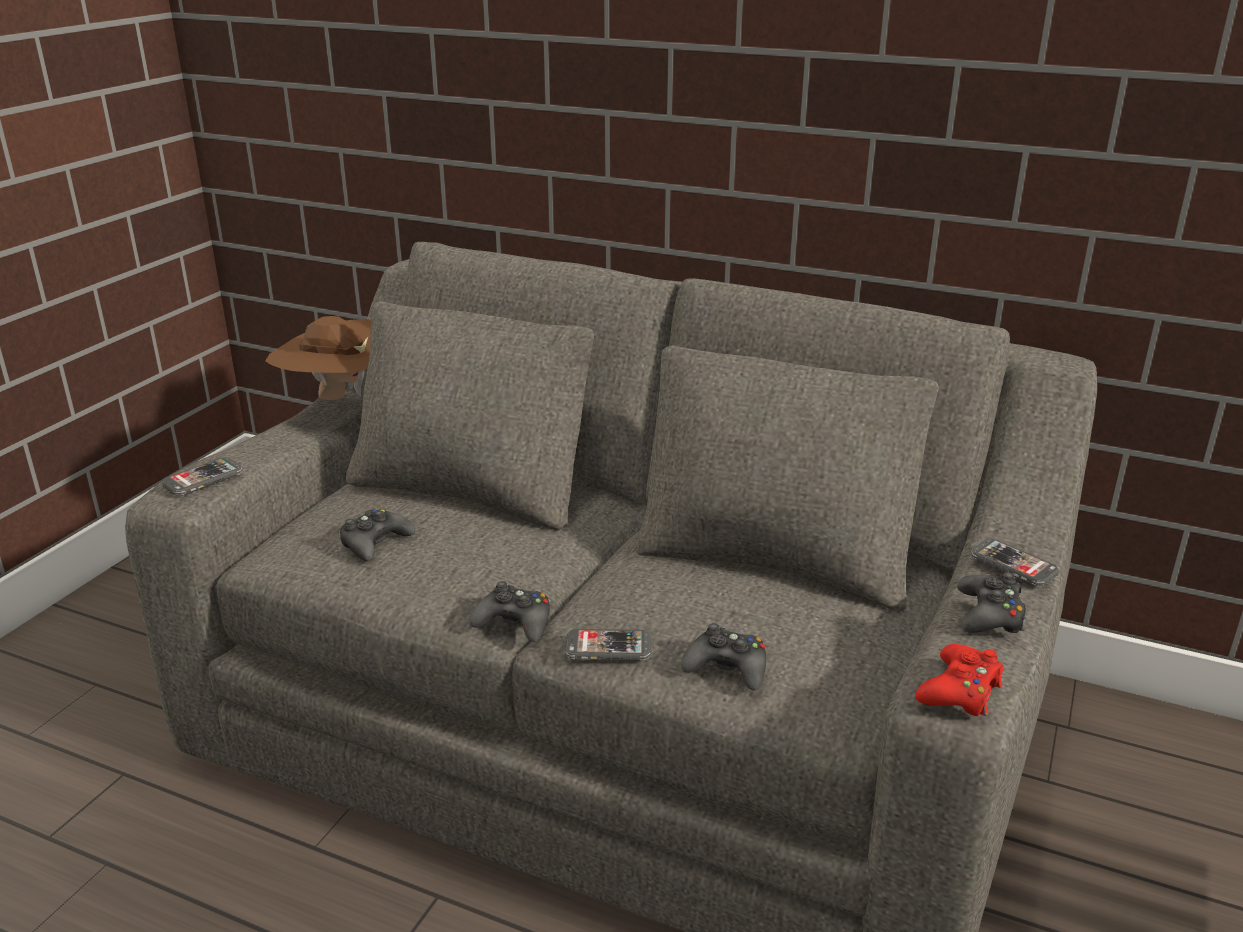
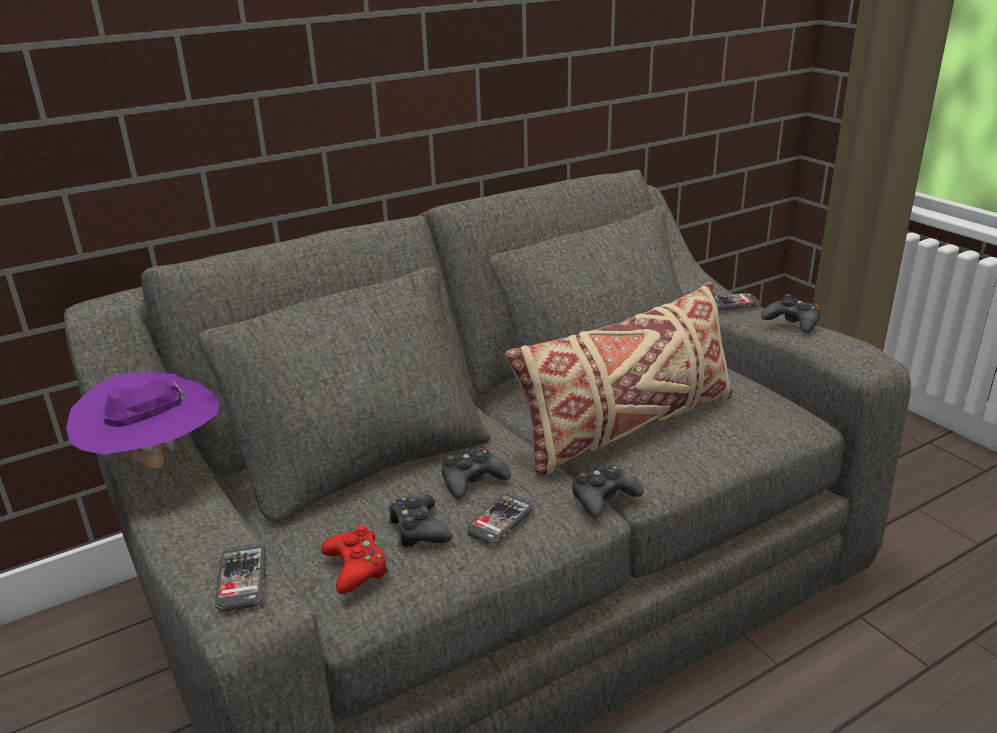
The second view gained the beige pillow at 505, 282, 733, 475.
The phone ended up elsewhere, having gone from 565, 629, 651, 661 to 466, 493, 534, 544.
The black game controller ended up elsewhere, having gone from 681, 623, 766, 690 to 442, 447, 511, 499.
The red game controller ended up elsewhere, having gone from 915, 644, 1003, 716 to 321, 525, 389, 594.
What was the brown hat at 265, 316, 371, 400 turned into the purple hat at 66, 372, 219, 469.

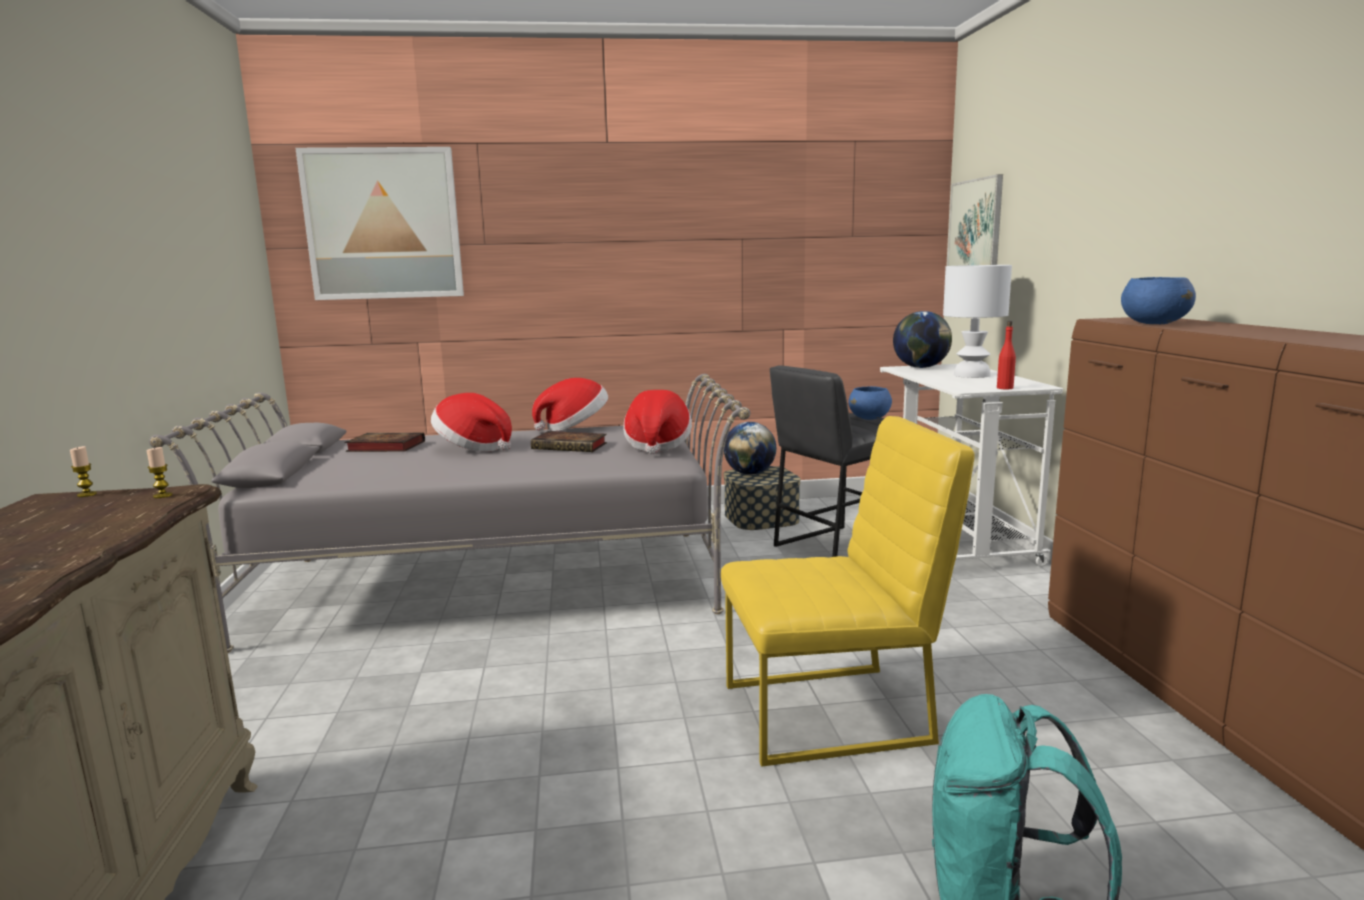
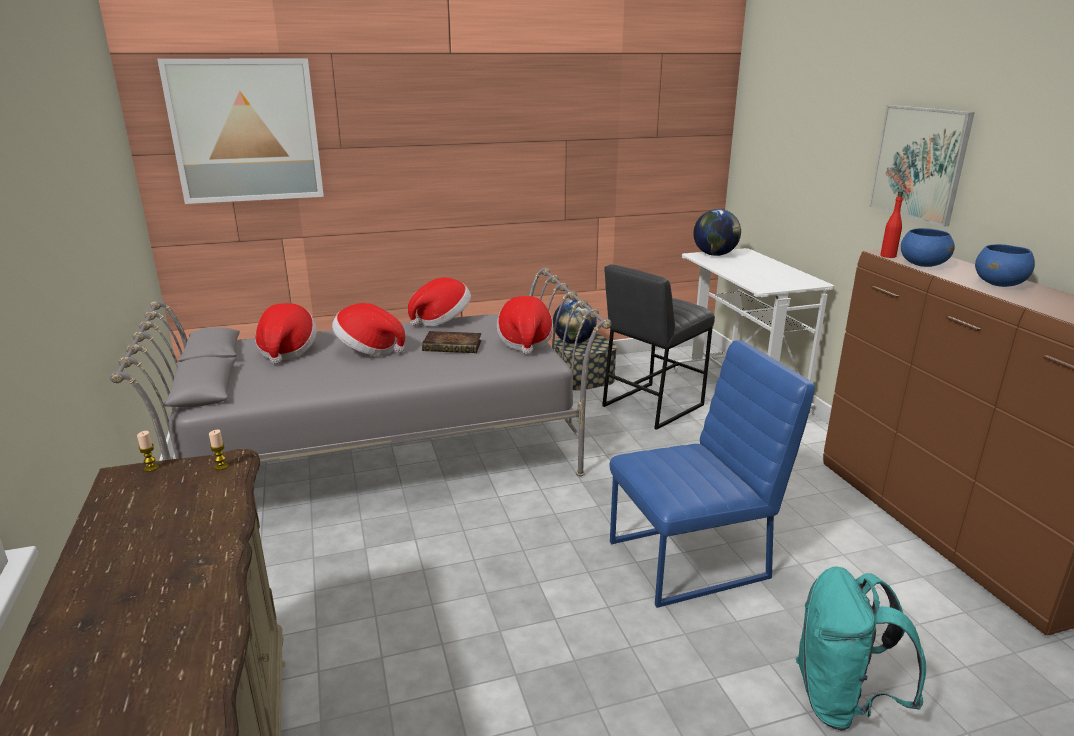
The second view lost the white table lamp at 943, 265, 1012, 378.
The blue bowl ended up elsewhere, having gone from 848, 386, 892, 420 to 975, 244, 1035, 287.
The picture ended up elsewhere, having gone from 947, 174, 1003, 266 to 869, 105, 975, 227.
The red bottle ended up elsewhere, having gone from 997, 321, 1016, 389 to 880, 191, 903, 258.
Where the book stood at 345, 433, 425, 452, the hat came to stand at 255, 303, 317, 364.
What was the yellow chair at 721, 416, 975, 766 turned into the blue chair at 610, 340, 815, 608.

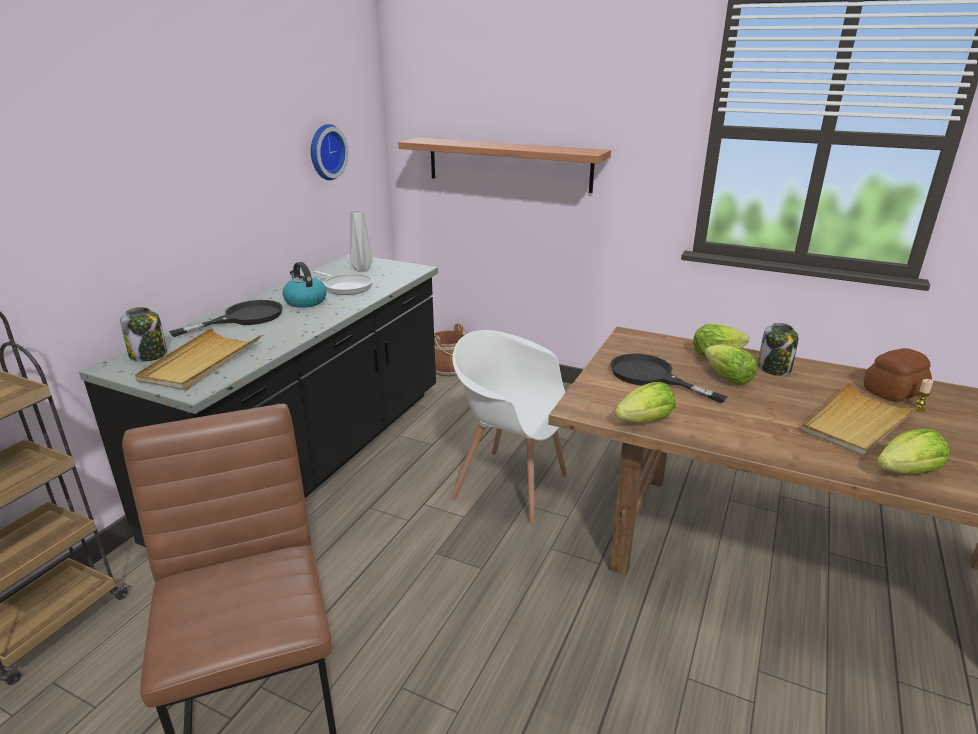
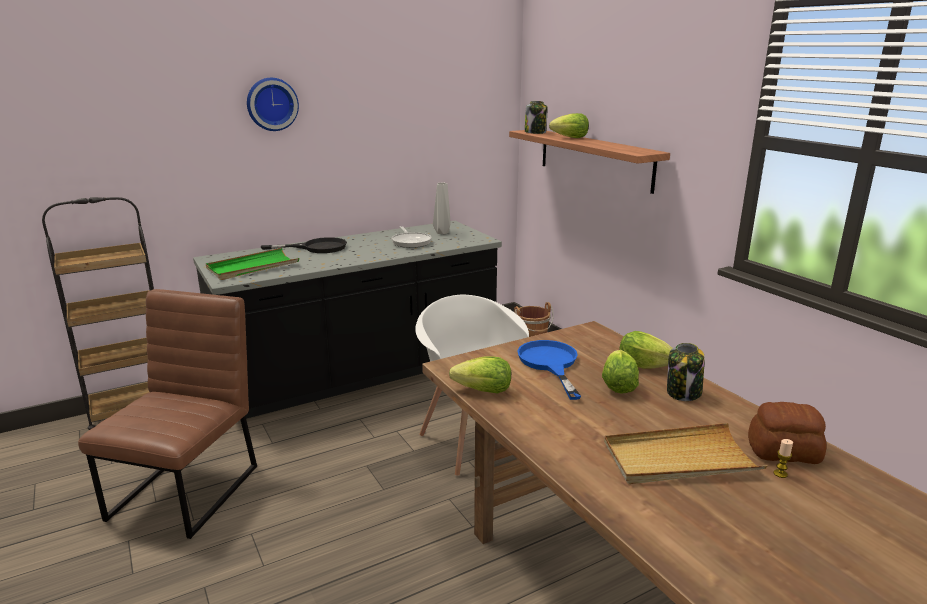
The second view lost the kettle at 283, 262, 327, 308.
The jar ended up elsewhere, having gone from 120, 307, 167, 361 to 525, 101, 547, 134.
The wall clock ended up elsewhere, having gone from 311, 124, 349, 180 to 247, 78, 299, 131.
The lettuce ended up elsewhere, having gone from 877, 429, 950, 474 to 549, 113, 589, 138.
What was the beige tray at 135, 328, 261, 390 turned into the green tray at 206, 248, 299, 280.
What was the black frying pan at 610, 354, 727, 403 turned into the blue frying pan at 517, 340, 581, 400.

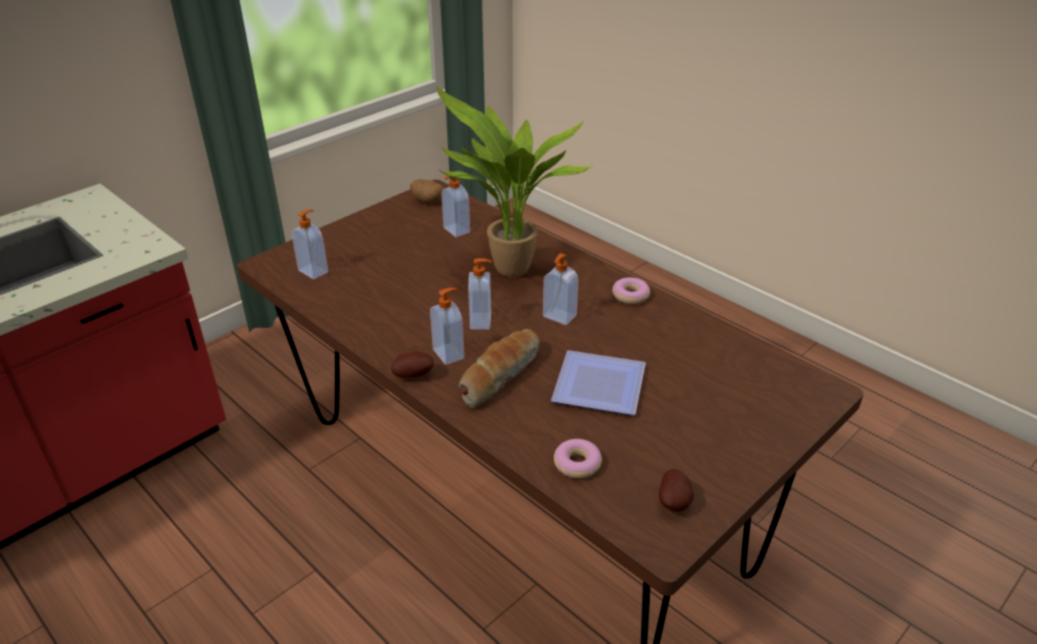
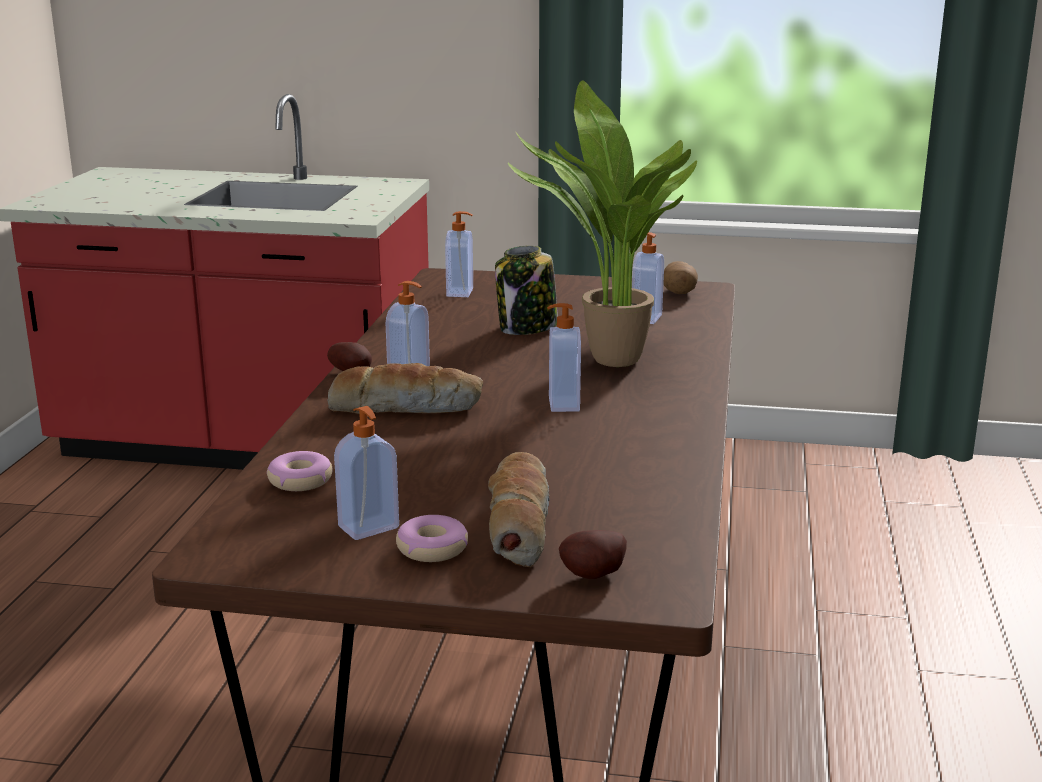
The second view lost the plate at 551, 350, 646, 415.
The second view gained the bread at 488, 452, 550, 567.
The second view gained the jar at 495, 246, 558, 335.
The soap dispenser ended up elsewhere, having gone from 468, 258, 492, 330 to 334, 406, 399, 540.
The donut ended up elsewhere, having gone from 612, 277, 650, 304 to 396, 515, 468, 562.
The potato ended up elsewhere, having gone from 659, 469, 694, 512 to 559, 530, 627, 579.

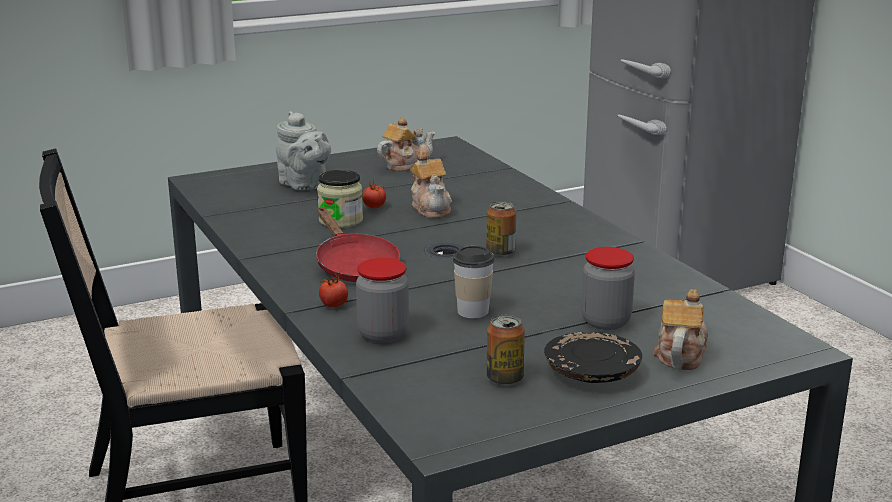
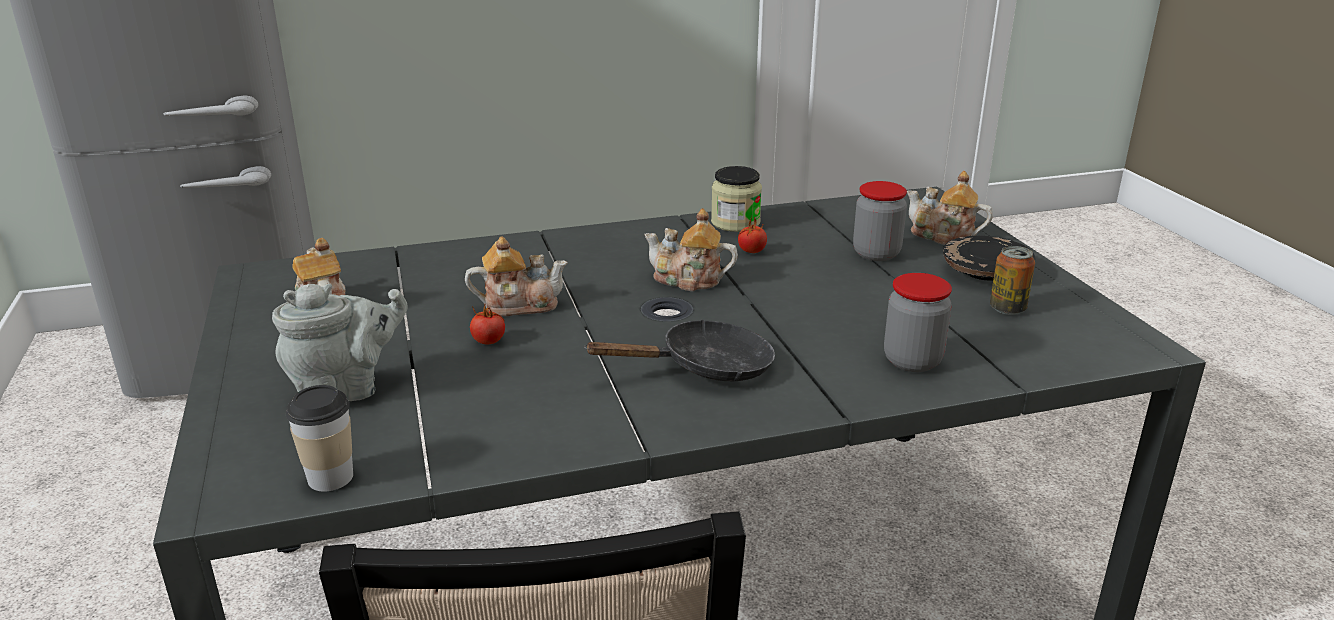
The jar ended up elsewhere, having gone from 317, 170, 363, 228 to 711, 166, 762, 232.
The tomato ended up elsewhere, having gone from 319, 271, 348, 308 to 738, 216, 767, 253.
The cup ended up elsewhere, having gone from 453, 246, 494, 318 to 286, 385, 353, 491.
Where the can stood at 486, 201, 516, 257, the teapot came to stand at 644, 208, 738, 291.
What was the red frying pan at 316, 208, 400, 282 turned into the black frying pan at 584, 319, 775, 381.

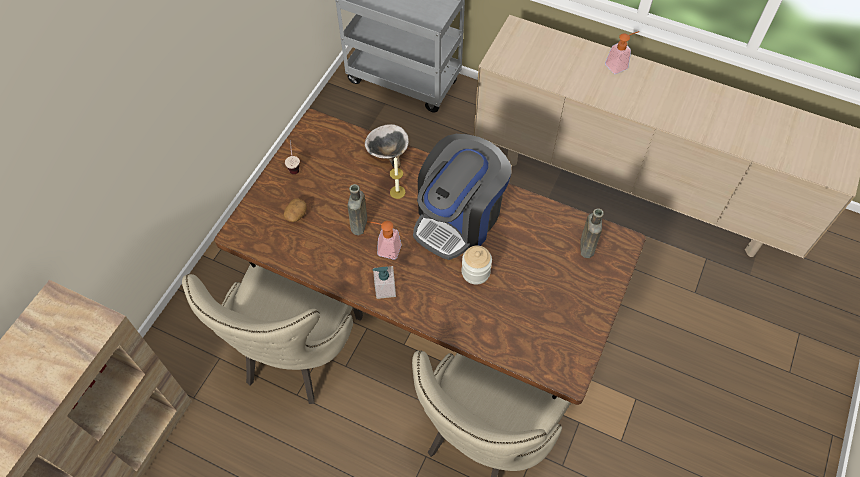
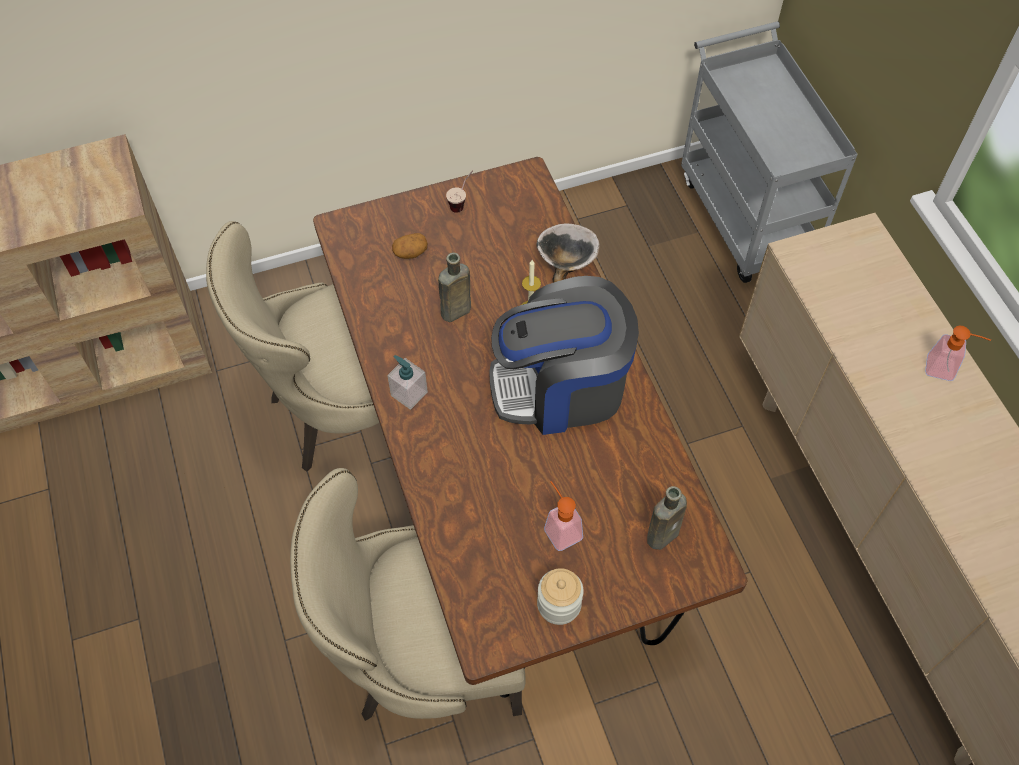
The soap dispenser ended up elsewhere, having gone from 368, 221, 401, 260 to 544, 481, 583, 551.
The jar ended up elsewhere, having gone from 461, 245, 492, 285 to 537, 568, 584, 625.

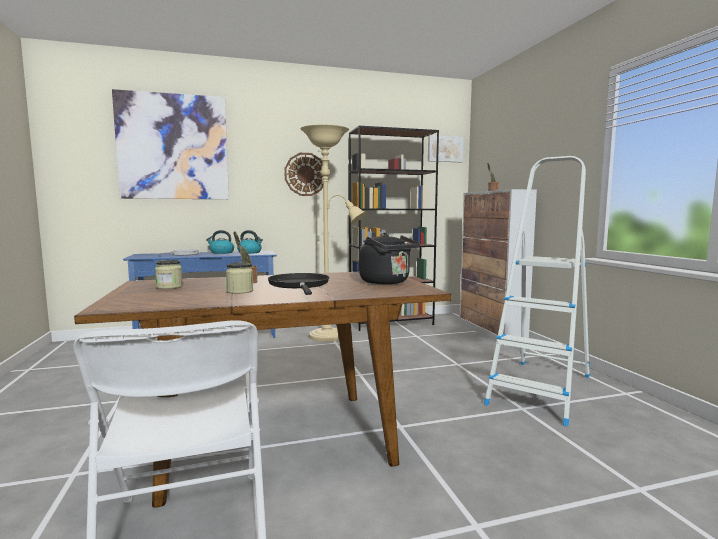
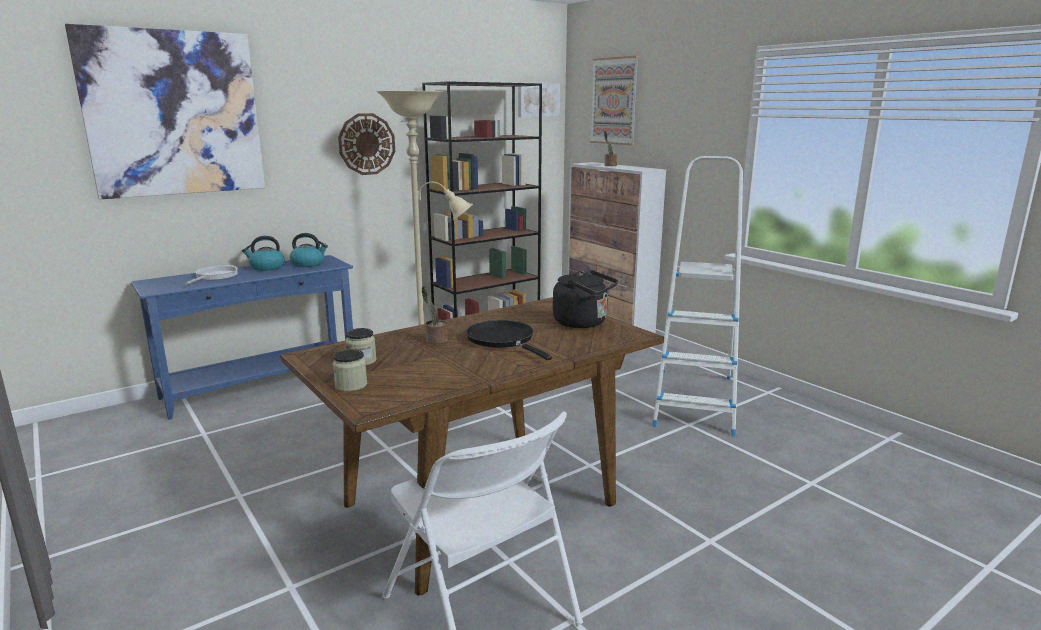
The second view gained the picture at 590, 55, 639, 145.
The jar ended up elsewhere, having gone from 226, 263, 253, 294 to 333, 349, 367, 392.

